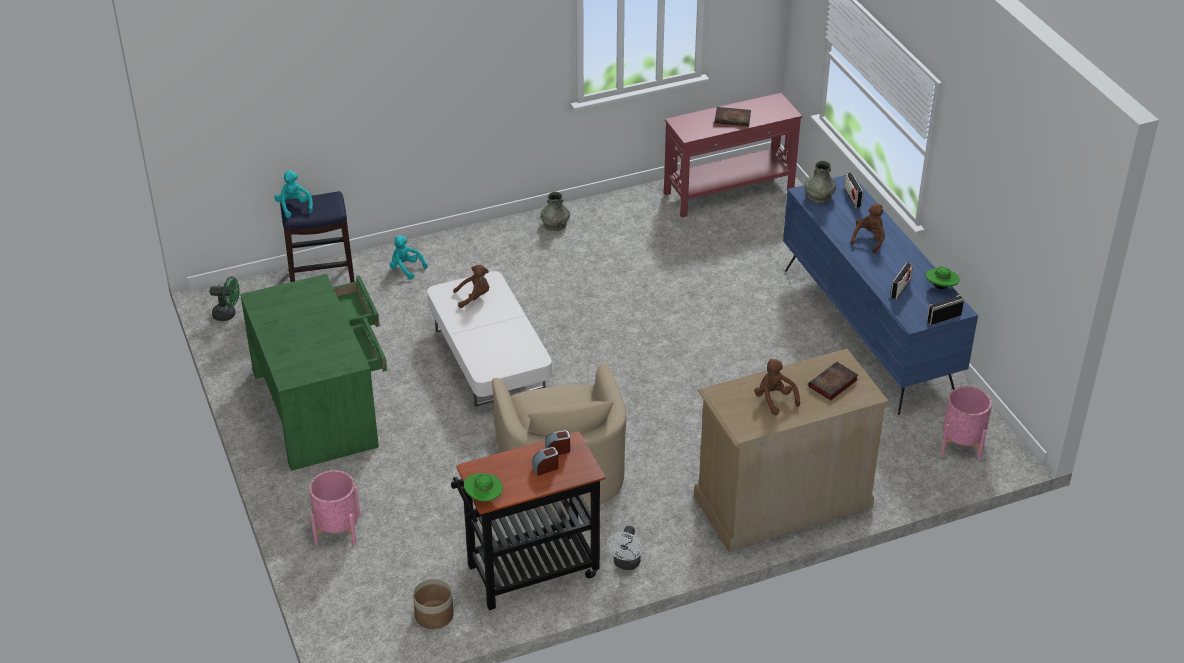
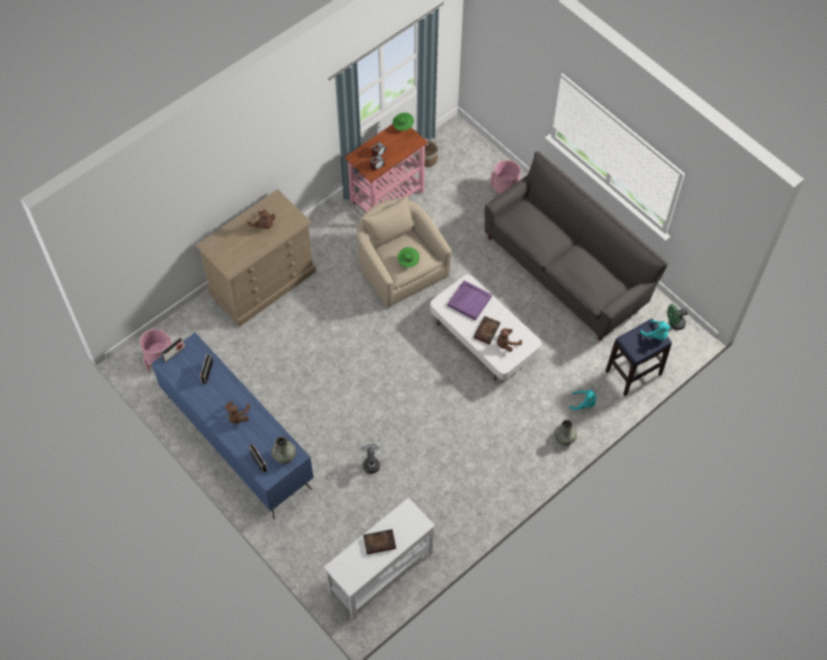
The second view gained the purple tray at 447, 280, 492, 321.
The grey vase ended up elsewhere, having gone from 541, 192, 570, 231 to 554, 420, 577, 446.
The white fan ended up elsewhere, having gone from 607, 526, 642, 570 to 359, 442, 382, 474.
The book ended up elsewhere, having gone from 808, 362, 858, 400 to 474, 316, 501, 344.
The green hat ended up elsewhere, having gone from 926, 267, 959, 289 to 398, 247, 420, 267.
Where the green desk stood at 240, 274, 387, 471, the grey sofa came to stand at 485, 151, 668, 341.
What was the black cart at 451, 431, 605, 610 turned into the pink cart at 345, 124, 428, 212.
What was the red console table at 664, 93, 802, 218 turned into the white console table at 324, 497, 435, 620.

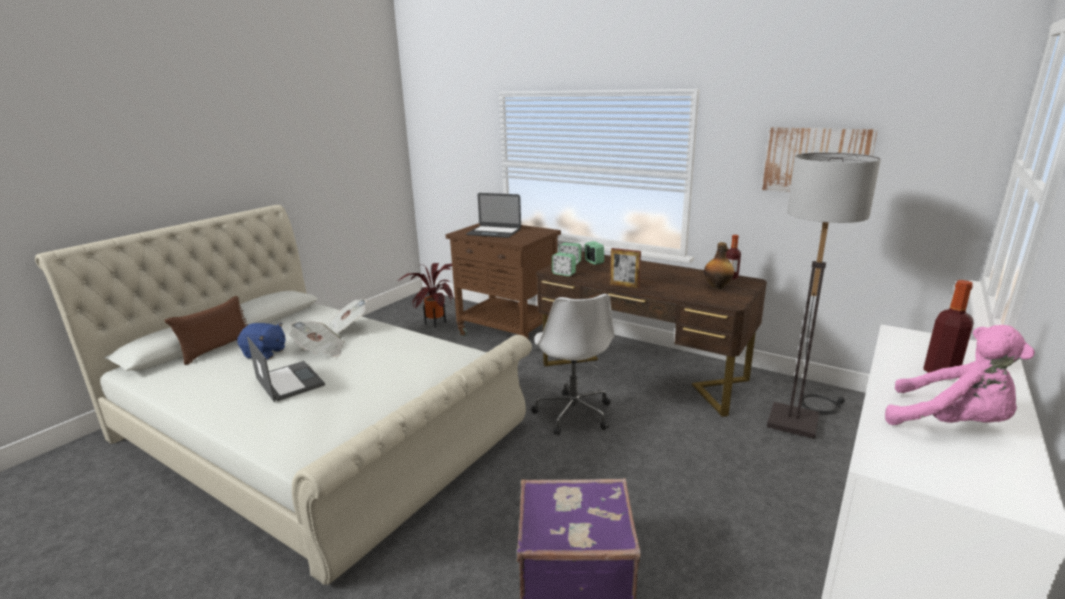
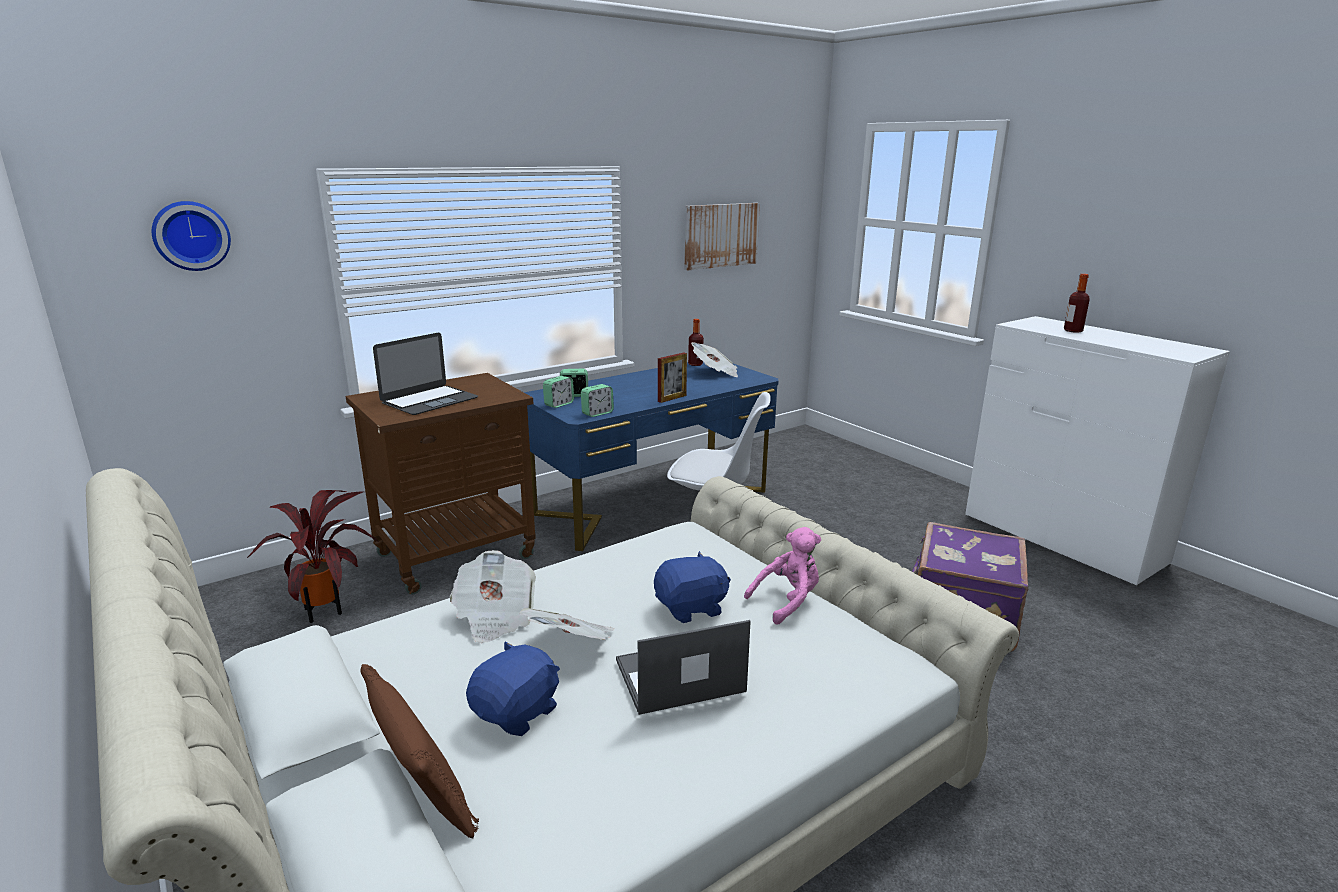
The second view lost the floor lamp at 767, 152, 881, 439.
The second view gained the wall clock at 152, 201, 231, 271.
The second view gained the blue plush toy at 654, 551, 731, 623.
The pink plush toy ended up elsewhere, having gone from 885, 325, 1035, 425 to 744, 527, 821, 625.
Where the bottle stood at 704, 242, 734, 289, the newspaper came to stand at 691, 342, 738, 377.
What was the brown desk at 536, 251, 767, 417 turned into the blue desk at 524, 362, 779, 551.

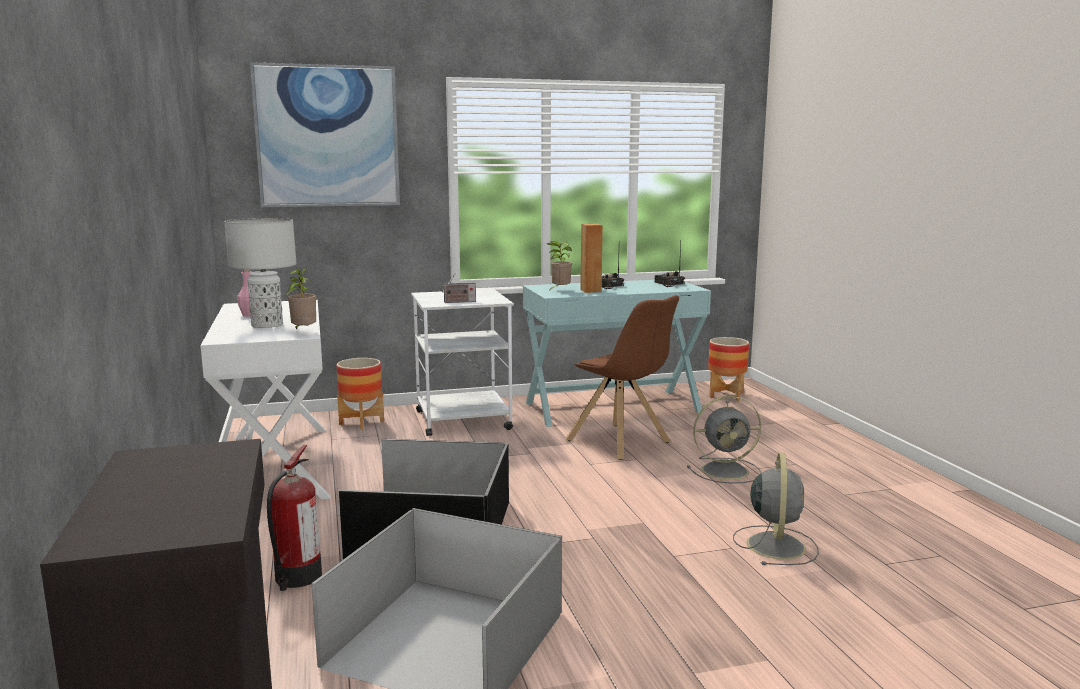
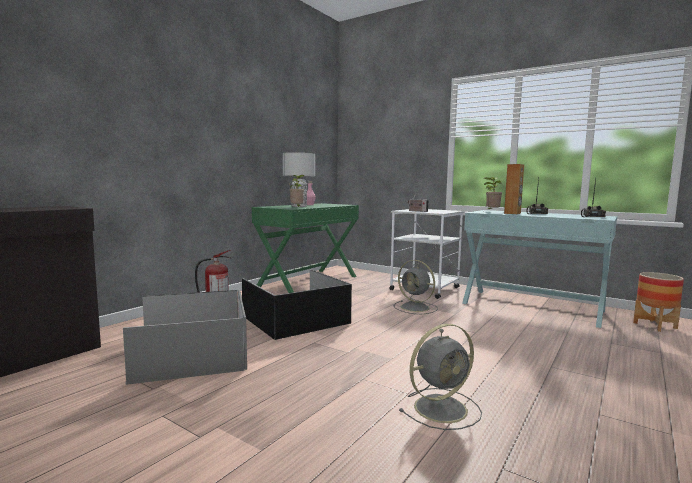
The second view lost the picture at 250, 62, 400, 207.
The second view lost the planter at 337, 358, 384, 430.
The second view lost the brown chair at 566, 295, 679, 460.
The grey fan ended up elsewhere, having gone from 687, 396, 762, 483 to 394, 260, 438, 314.
What was the white desk at 200, 300, 331, 500 turned into the green desk at 252, 203, 359, 293.

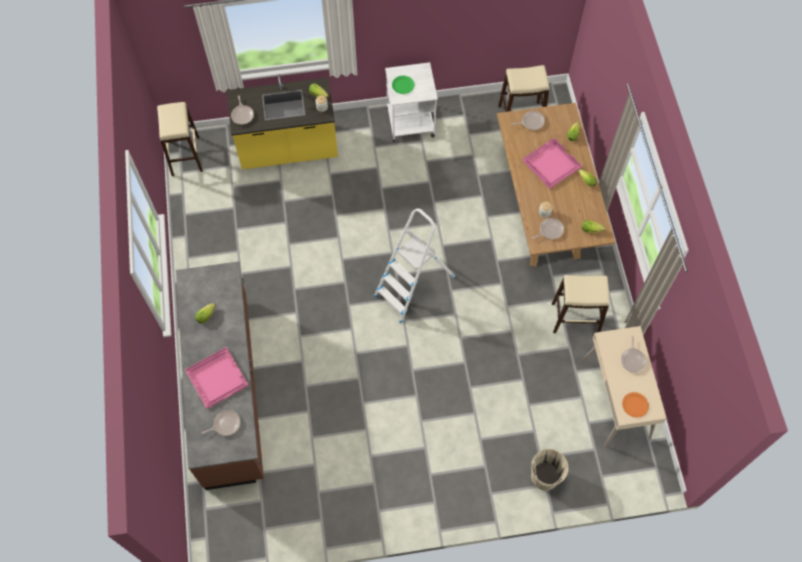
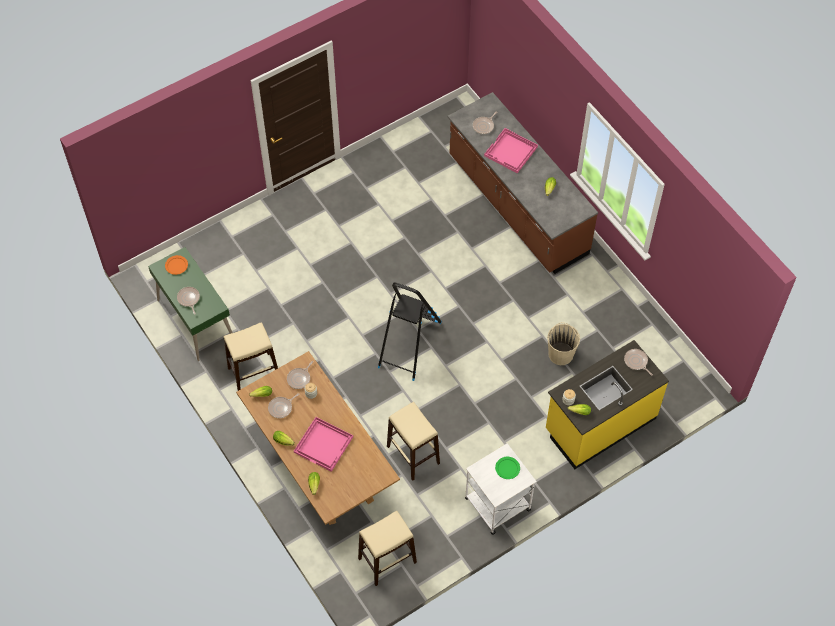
The beige stool ended up elsewhere, having gone from 157, 102, 203, 176 to 387, 402, 440, 481.
The frying pan ended up elsewhere, having gone from 512, 111, 545, 130 to 268, 393, 300, 418.
The beige bucket ended up elsewhere, having gone from 531, 449, 569, 491 to 547, 322, 580, 365.
What was the white step ladder at 373, 208, 456, 323 turned into the black step ladder at 378, 282, 442, 381.
What was the beige desk at 583, 326, 667, 447 turned into the green desk at 148, 247, 233, 361.

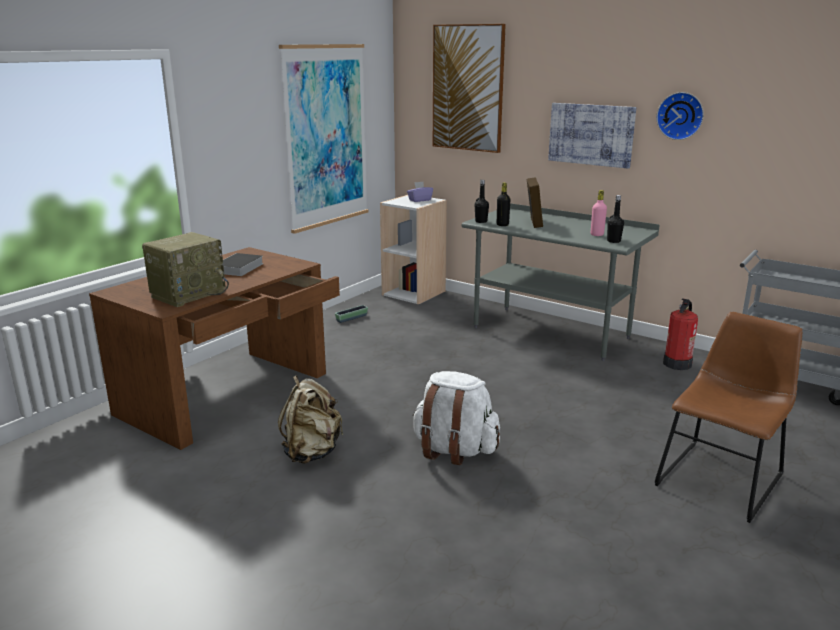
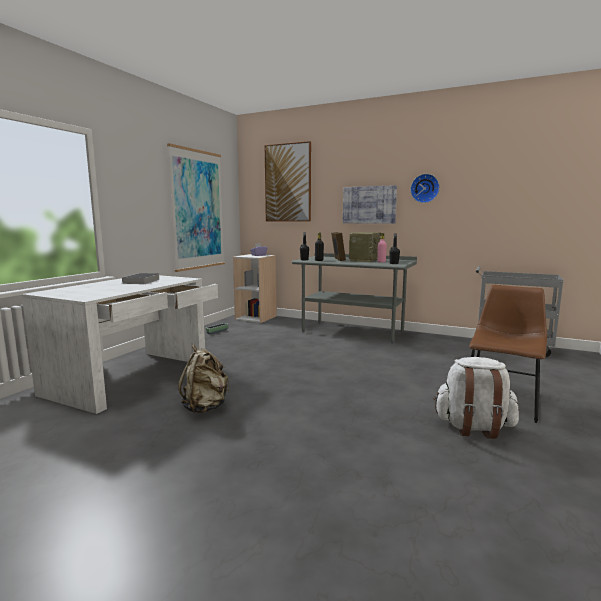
The second view lost the fire extinguisher at 663, 298, 698, 370.
The radio ended up elsewhere, having gone from 142, 232, 229, 307 to 349, 232, 381, 262.
The white backpack ended up elsewhere, having gone from 413, 371, 500, 465 to 433, 357, 519, 439.
What was the brown desk at 89, 247, 340, 450 turned into the white desk at 21, 275, 218, 414.

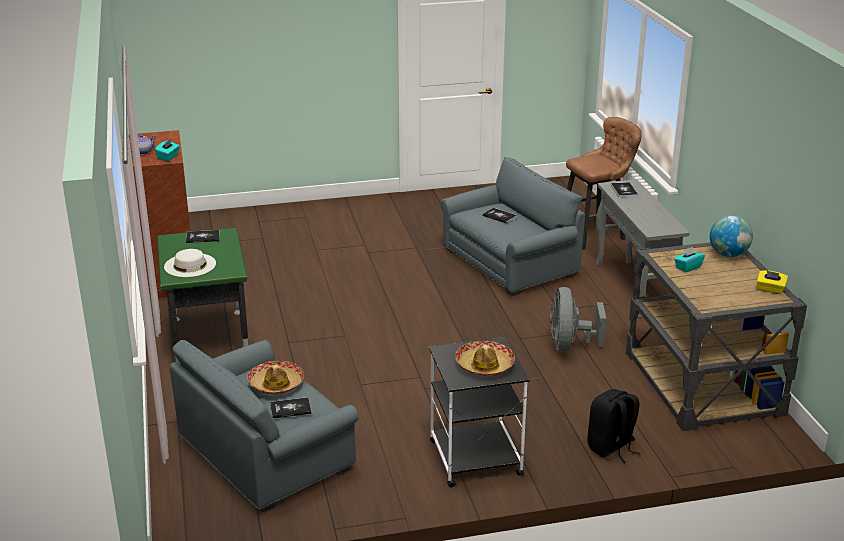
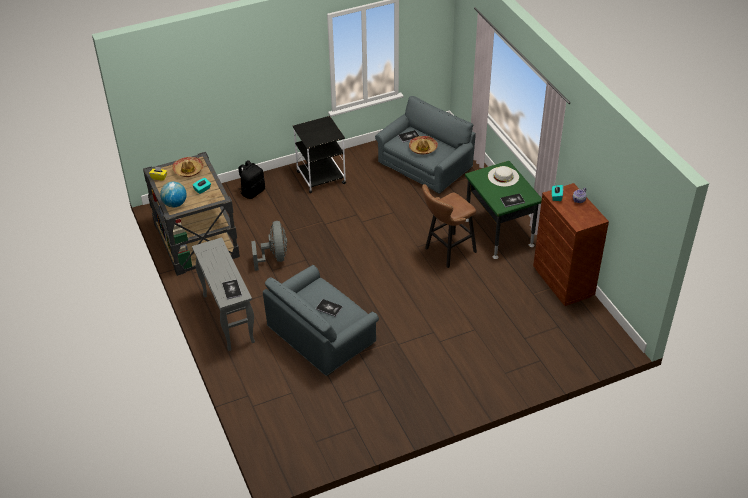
The hat ended up elsewhere, having gone from 455, 341, 515, 376 to 172, 157, 204, 177.
The brown stool ended up elsewhere, having gone from 566, 117, 642, 250 to 422, 184, 477, 268.

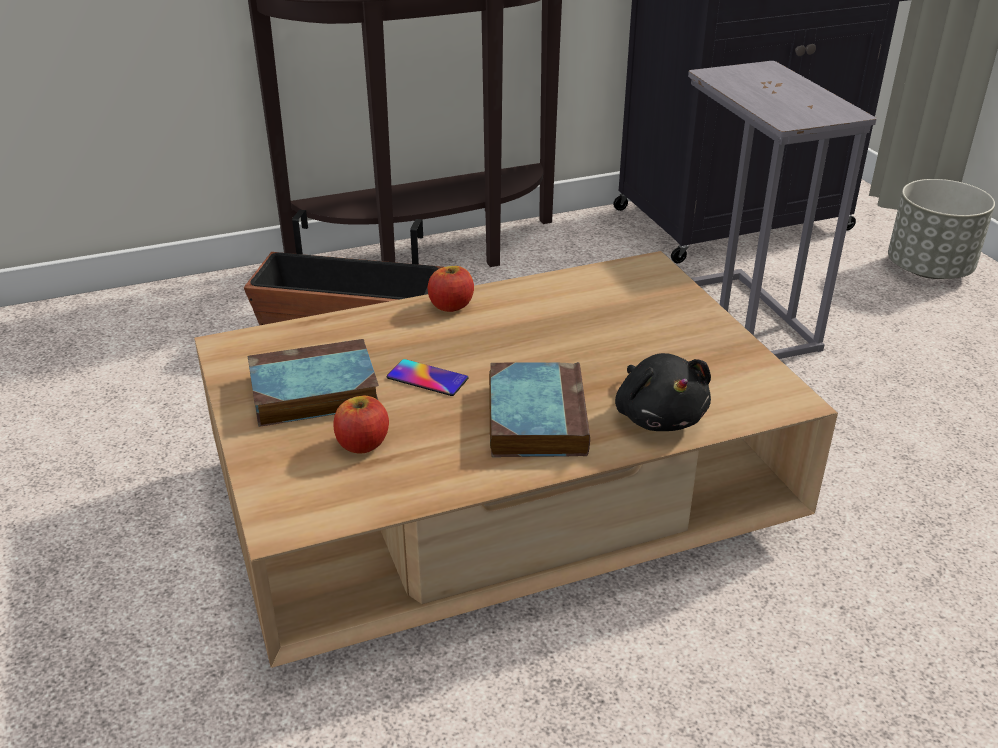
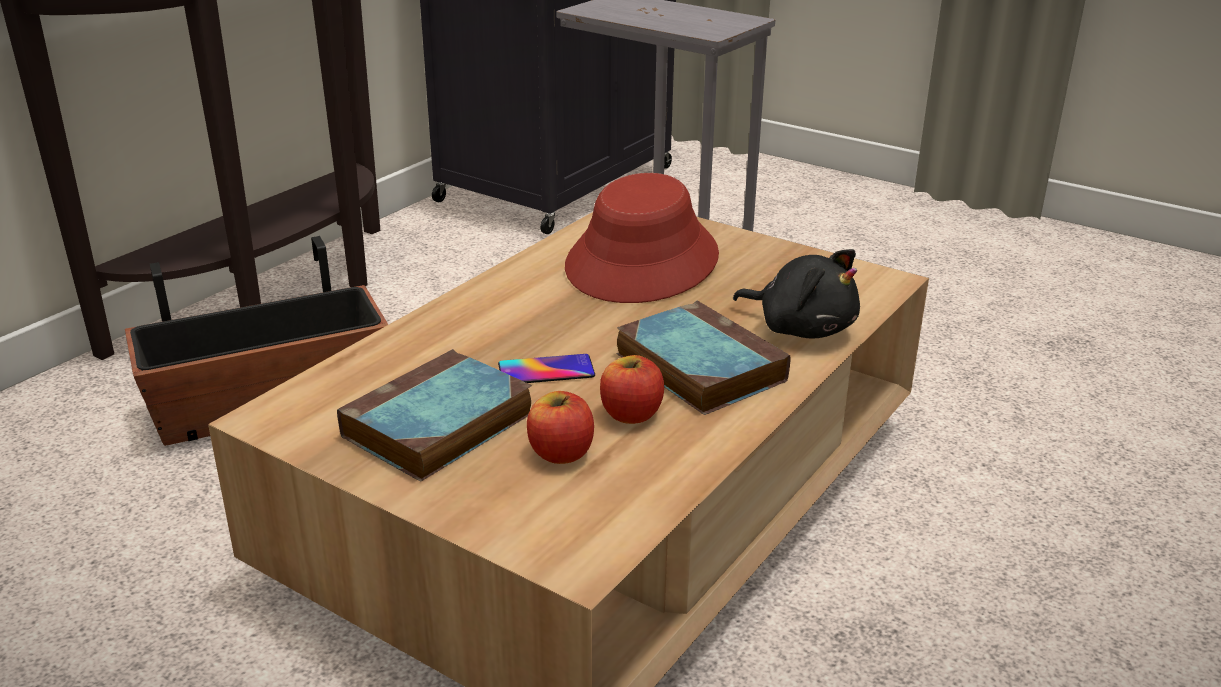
The second view lost the grey planter at 888, 179, 995, 279.
The second view gained the red hat at 565, 173, 719, 303.
The apple ended up elsewhere, having gone from 428, 266, 474, 312 to 600, 355, 664, 424.

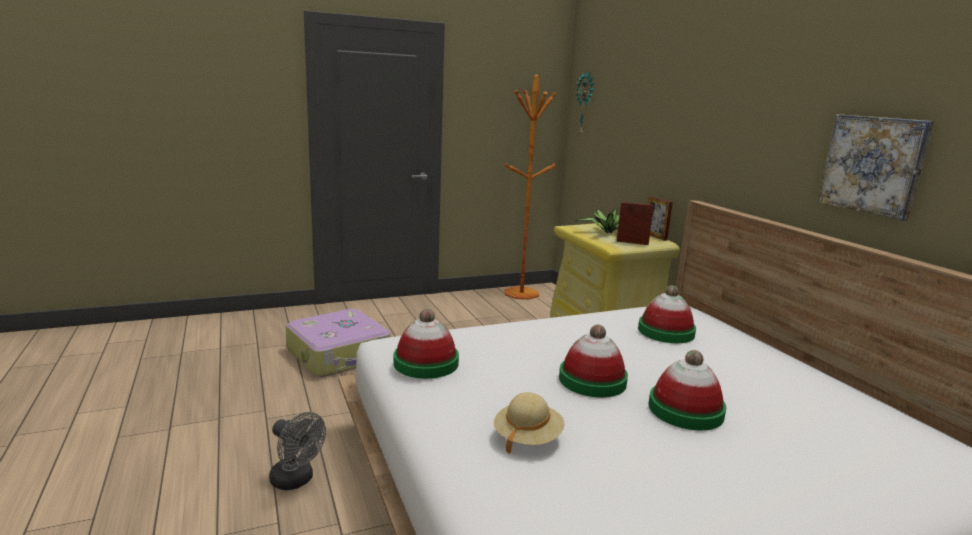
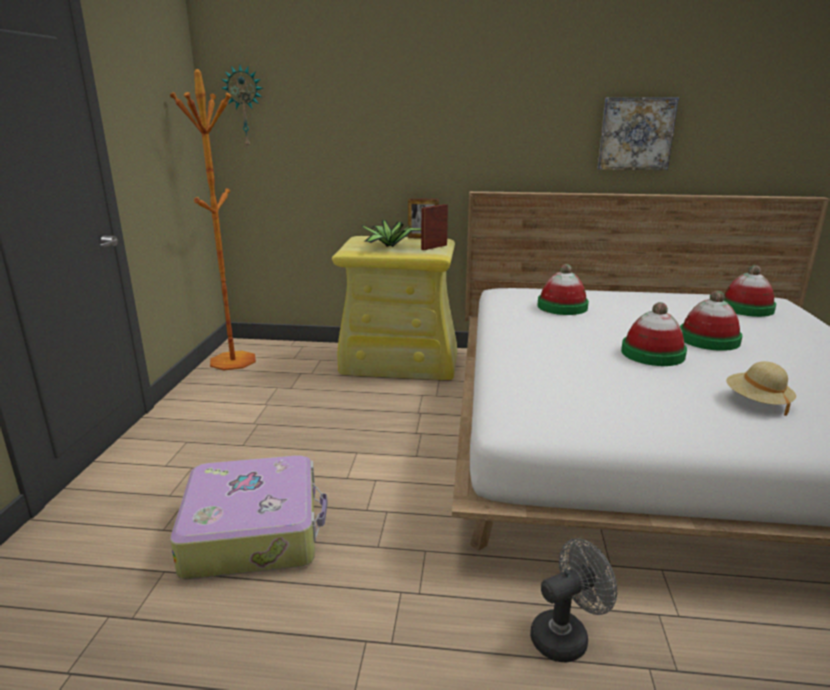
The hat ended up elsewhere, having gone from 394, 309, 459, 379 to 724, 265, 776, 317.

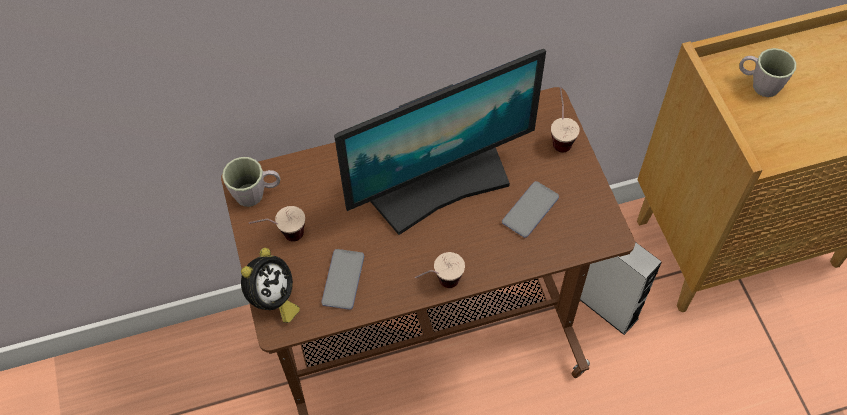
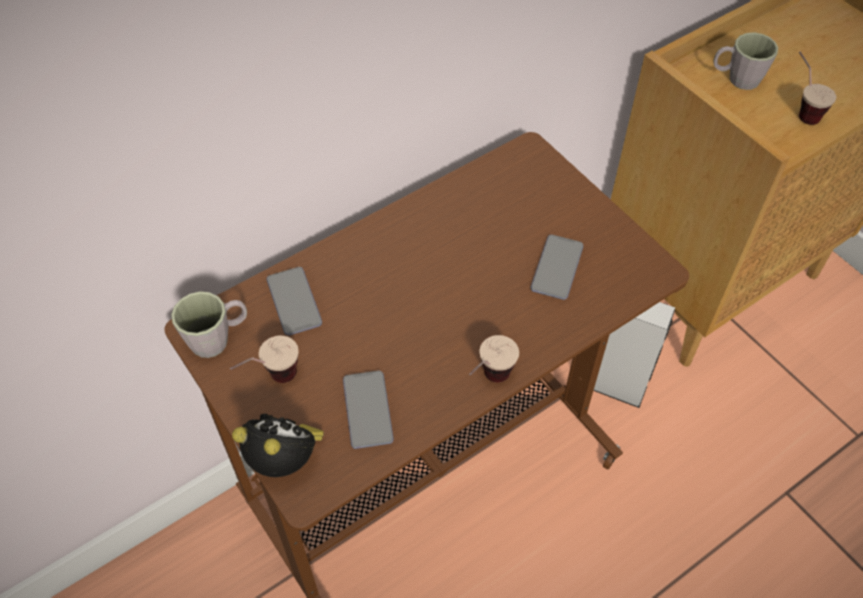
The second view lost the monitor at 334, 49, 546, 235.
The second view gained the phone at 267, 267, 322, 336.
The cup ended up elsewhere, having gone from 551, 87, 580, 152 to 799, 51, 836, 125.
The alarm clock at 241, 248, 300, 323 ended up facing another way, 75 degrees counterclockwise from before.

